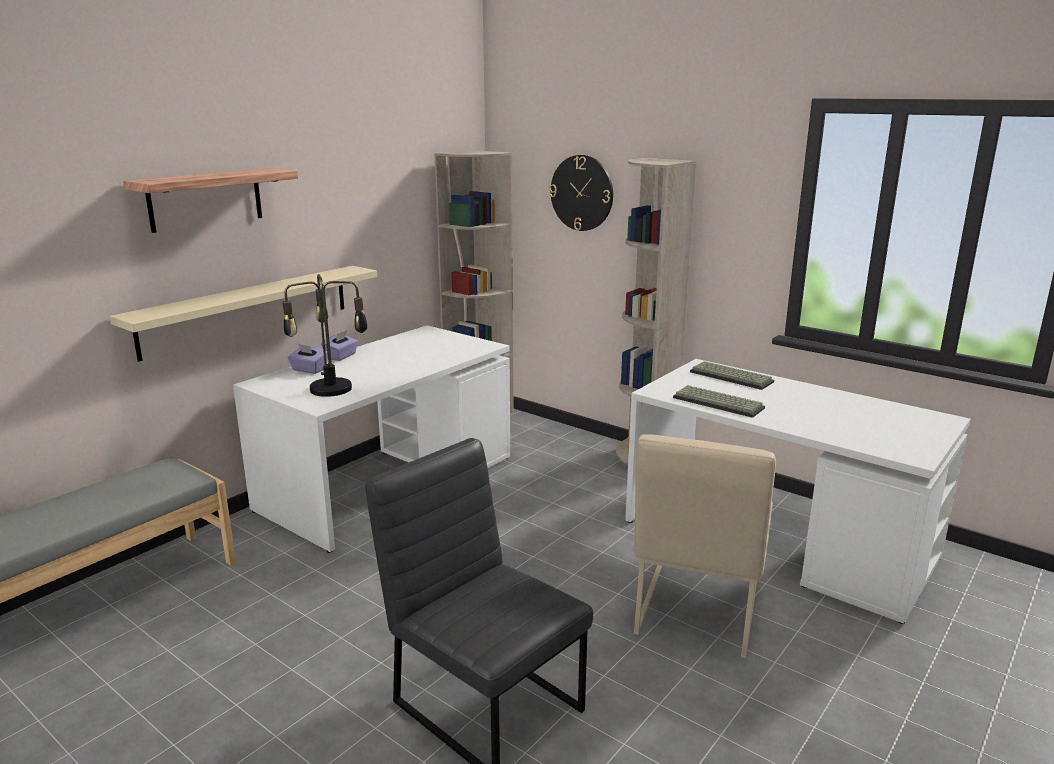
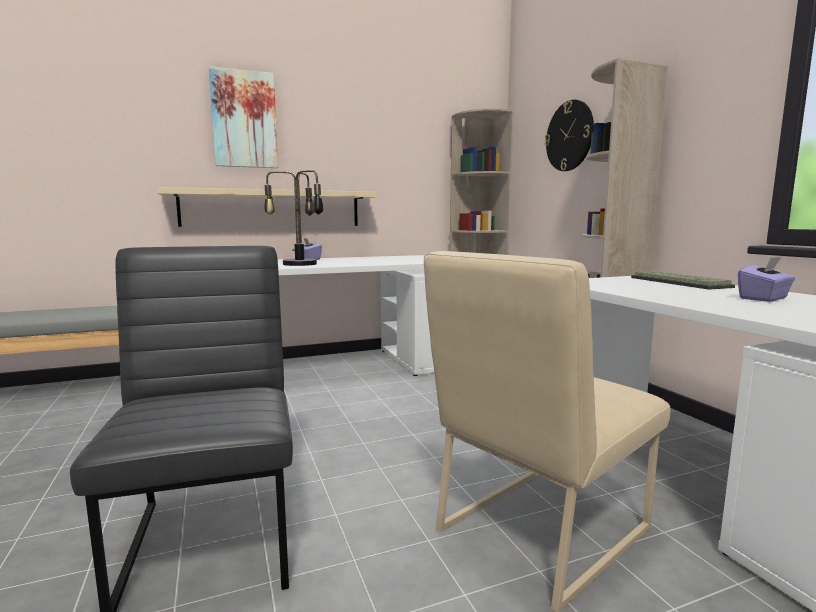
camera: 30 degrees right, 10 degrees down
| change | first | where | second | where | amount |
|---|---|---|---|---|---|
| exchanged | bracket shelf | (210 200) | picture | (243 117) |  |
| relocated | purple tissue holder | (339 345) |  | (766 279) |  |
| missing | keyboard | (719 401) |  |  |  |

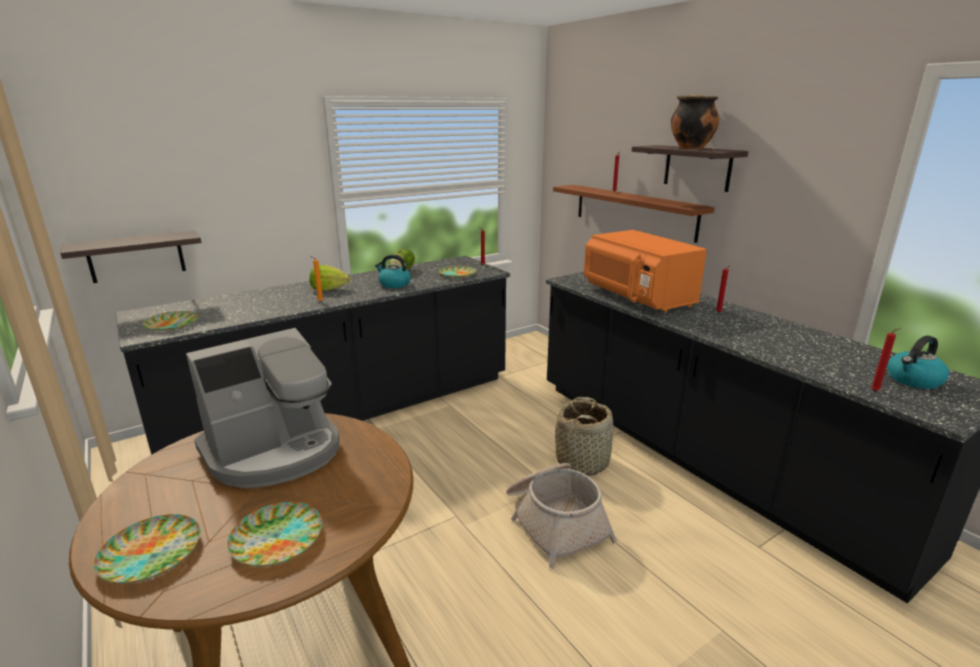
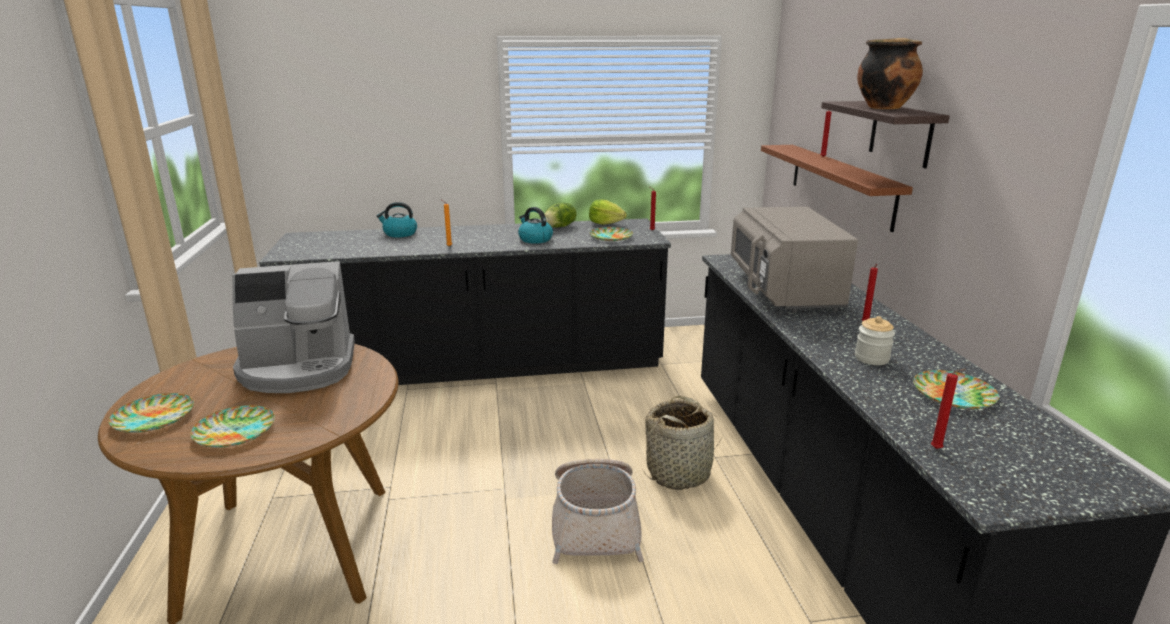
camera: 25 degrees right, 0 degrees up
| change | first | where | second | where | amount |
|---|---|---|---|---|---|
| relocated | kettle | (918 362) |  | (396 220) |  |
| relocated | lettuce | (329 278) |  | (608 212) |  |
| colour | orange microwave oven | (645 271) | gray microwave oven | (794 260) |  |
| appeared |  |  | jar | (875 340) |  |
| relocated | flat dish | (170 321) |  | (956 389) |  |
| missing | bracket shelf | (131 256) |  |  |  |

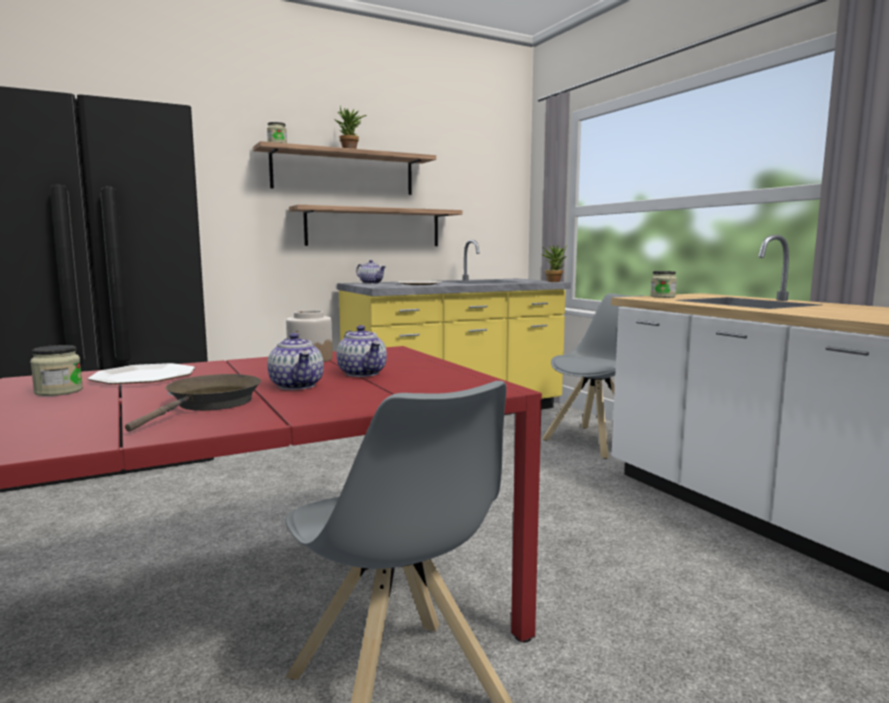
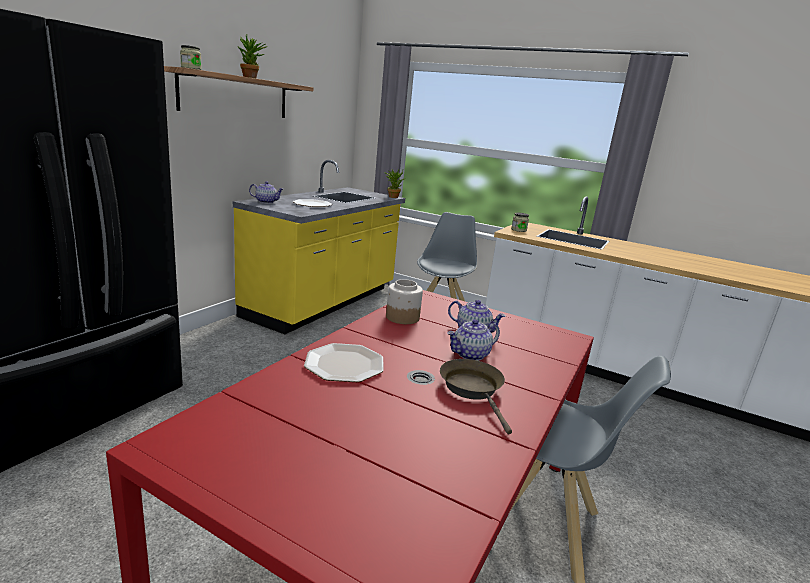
camera: 35 degrees left, 10 degrees up
| change | first | where | second | where | amount |
|---|---|---|---|---|---|
| spun | pot for tea | (295 361) |  | (473 340) | 120 degrees clockwise |
| missing | jar | (56 370) |  |  |  |
| missing | bracket shelf | (376 225) |  |  |  |

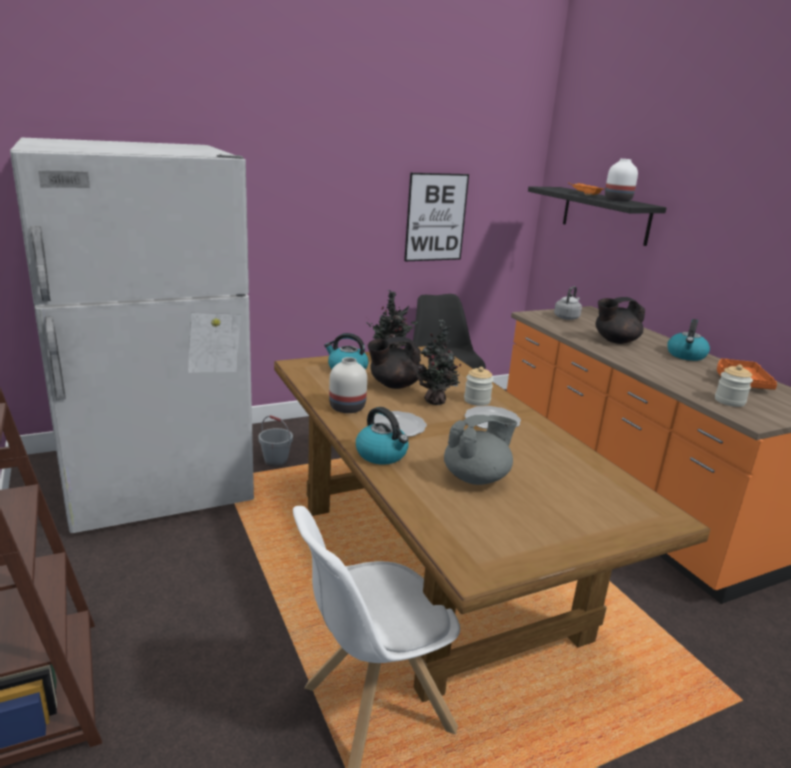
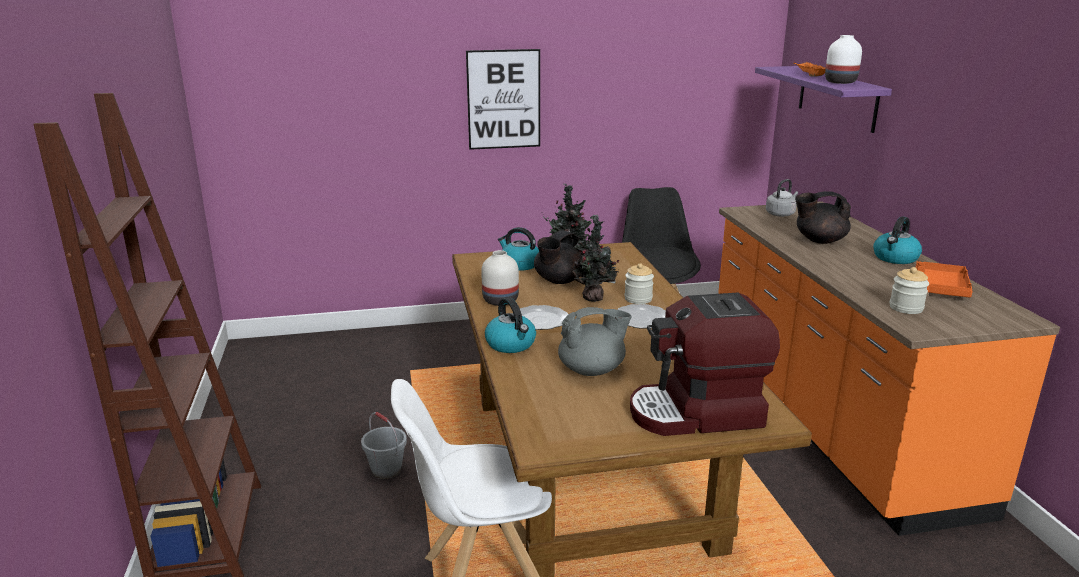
camera: 15 degrees right, 0 degrees up
| change | first | where | second | where | amount |
|---|---|---|---|---|---|
| relocated | gray water bucket | (275 441) |  | (384 445) |  |
| relocated | picture | (436 217) |  | (503 99) |  |
| spun | black-coloured pot for tea | (394 363) |  | (557 257) | 45 degrees counterclockwise |
| appeared |  |  | coffee brewer | (705 364) |  |
| colour | black-coloured bracket shelf | (597 216) | purple bracket shelf | (823 99) |  |
| missing | whitish kitchen fridge | (132 335) |  |  |  |

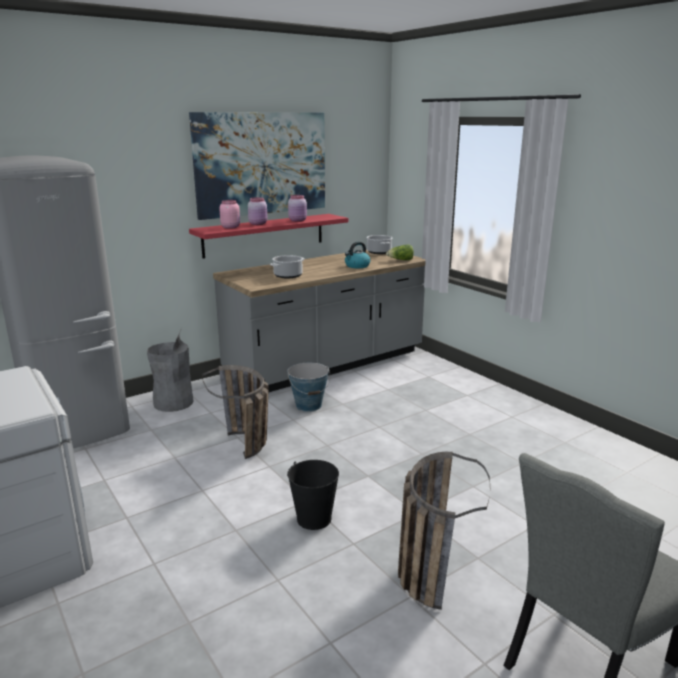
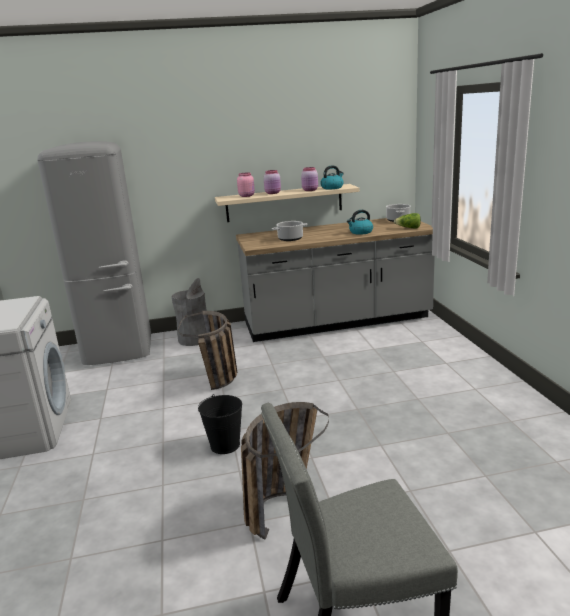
camera: 25 degrees right, 0 degrees up
| change | first | where | second | where | amount |
|---|---|---|---|---|---|
| colour | red-coloured bracket shelf | (268 236) | beige-coloured bracket shelf | (287 203) |  |
| appeared |  |  | kettle | (332 177) |  |
| missing | picture | (257 166) |  |  |  |
| missing | water bucket | (308 387) |  |  |  |

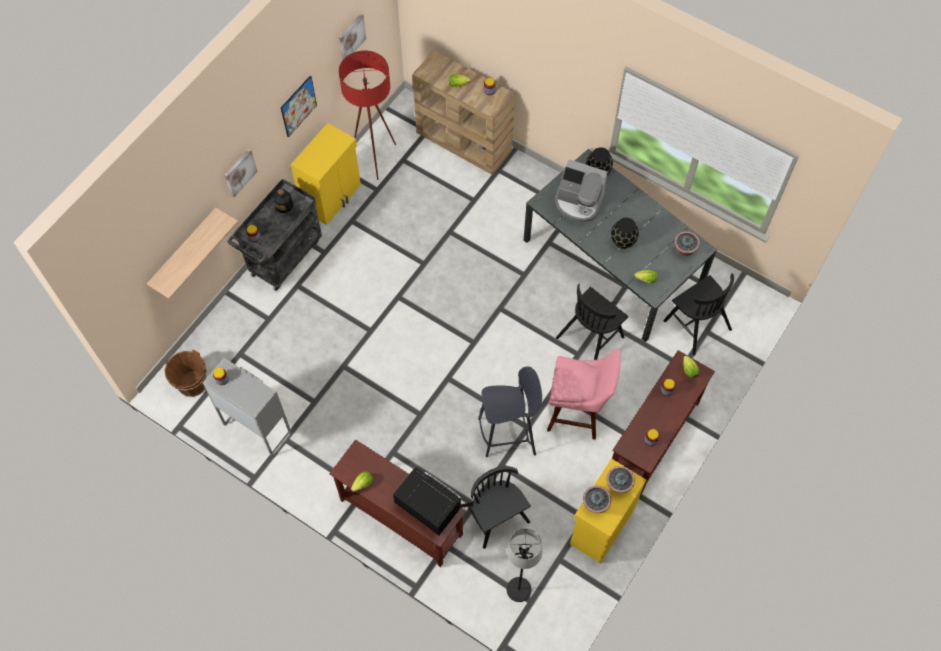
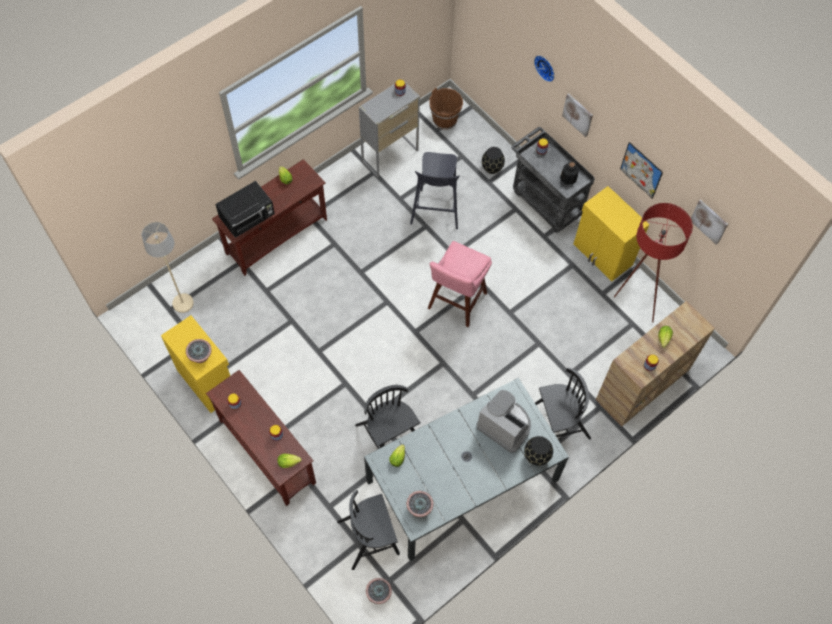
camera: 105 degrees right, 0 degrees up
| change | first | where | second | where | amount |
|---|---|---|---|---|---|
| colour | black-coloured standing lamp | (524 565) | beige-coloured standing lamp | (168 267) |  |
| relocated | potted plant | (597 499) |  | (379 591) |  |
| relocated | gray stool seat | (510 411) |  | (435 190) |  |
| relocated | pink-coloured stool seat | (583 394) |  | (460 284) |  |
| spun | coffee brewer | (581 190) |  | (503 421) | 90 degrees clockwise |
| relocated | black-coloured vase | (625 233) |  | (493 160) |  |
| appeared |  |  | wall clock | (544 68) |  |
| relocated | black-coloured upright chair | (496 507) |  | (563 404) |  |
| missing | bracket shelf | (192 253) |  |  |  |

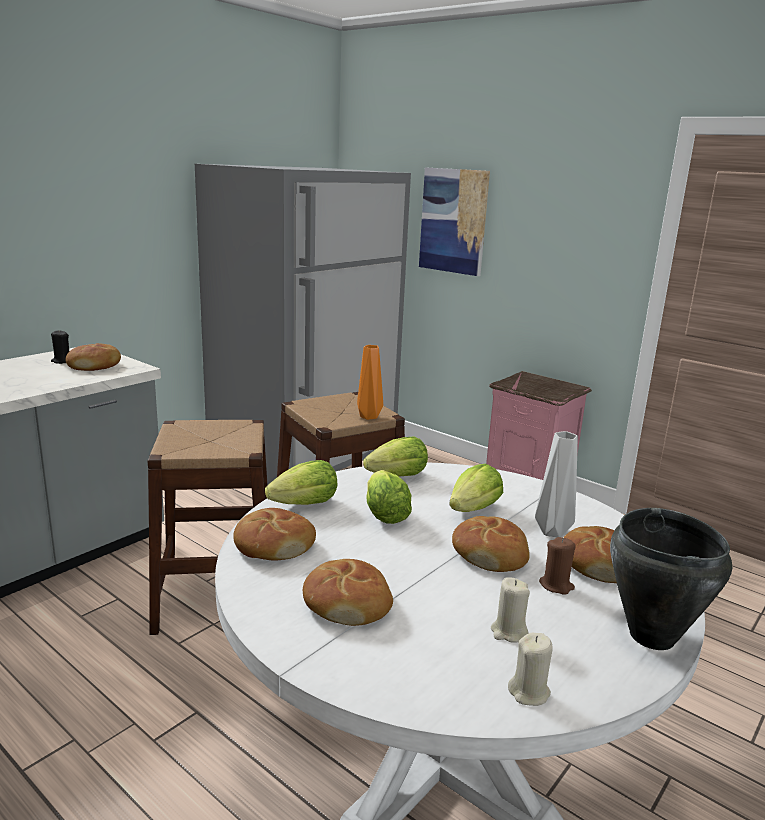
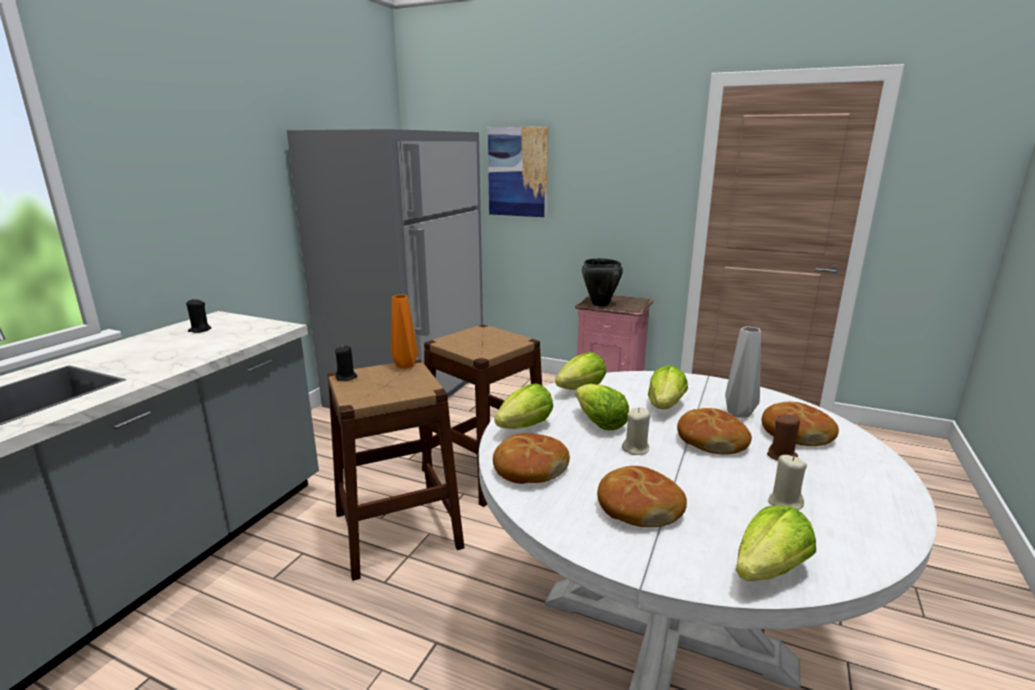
camera: 15 degrees left, 0 degrees up
| change | first | where | second | where | amount |
|---|---|---|---|---|---|
| appeared |  |  | black-coloured wax candle | (346 363) |  |
| relocated | orange vase | (370 382) |  | (404 332) |  |
| relocated | black-coloured stockpot | (671 579) |  | (602 282) |  |
| relocated | beige-coloured wax candle | (530 669) |  | (636 431) |  |
| appeared |  |  | lettuce | (776 543) |  |
| missing | bread | (93 357) |  |  |  |

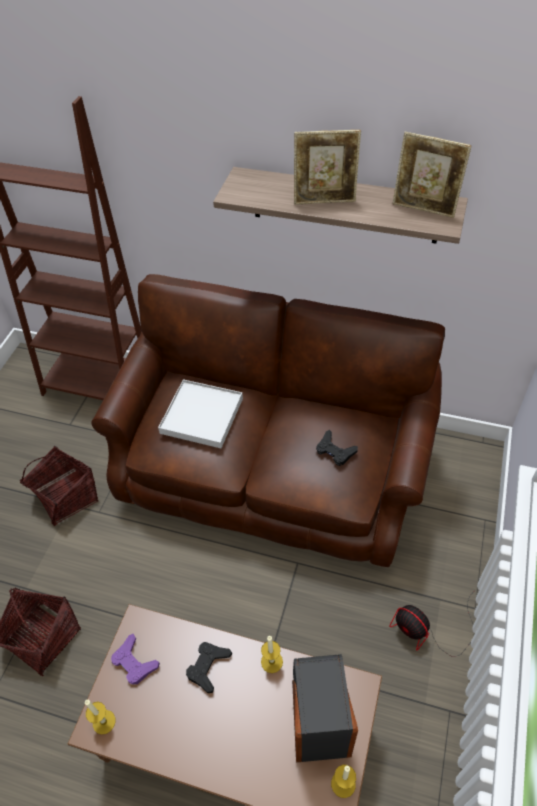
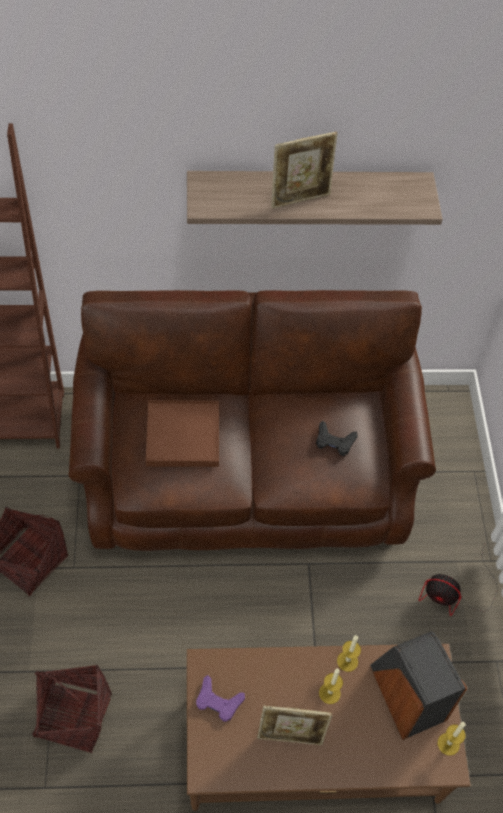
camera: 25 degrees left, 5 degrees up
| change | first | where | second | where | amount |
|---|---|---|---|---|---|
| colour | whitish tray | (200 413) | brown tray | (182 433) |  |
| relocated | standing frame | (432 175) |  | (295 725) |  |
| relocated | wax candle | (100 717) |  | (331 686) |  |
| missing | black-coloured game controller | (209 667) |  |  |  |

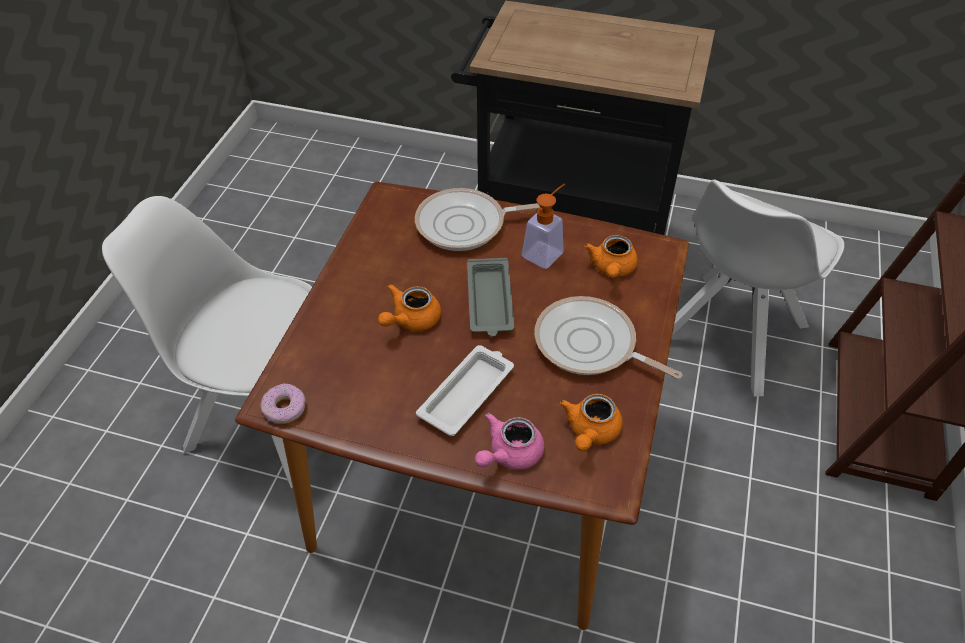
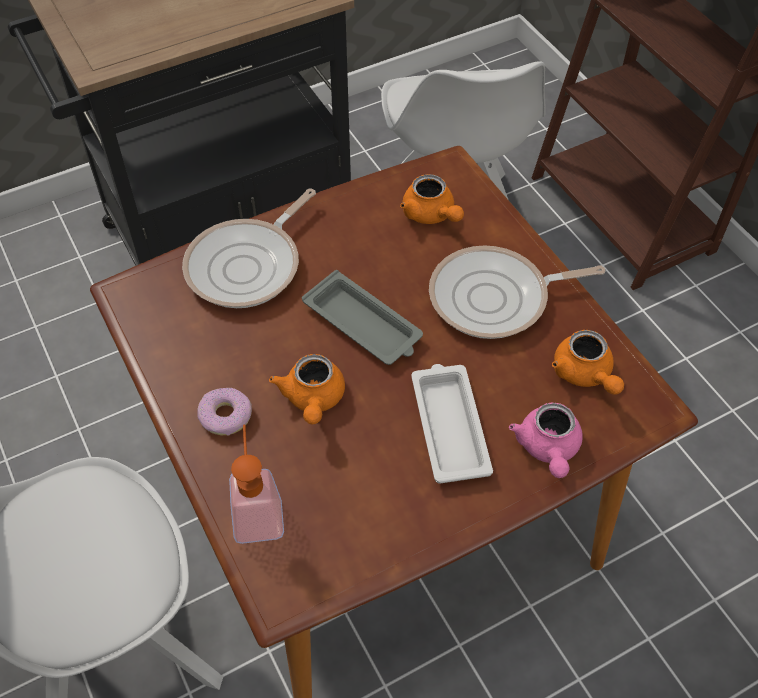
camera: 45 degrees left, 5 degrees up
| change | first | where | second | where | amount |
|---|---|---|---|---|---|
| relocated | ring doughnut | (283 403) |  | (224 412) |  |
| relocated | soap dispenser | (543 226) |  | (256 484) |  |

